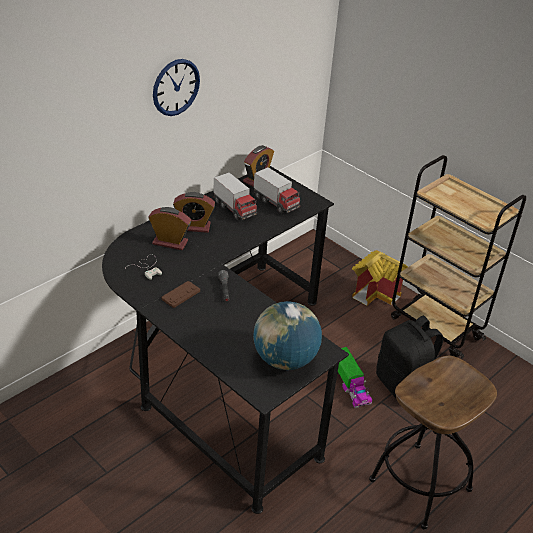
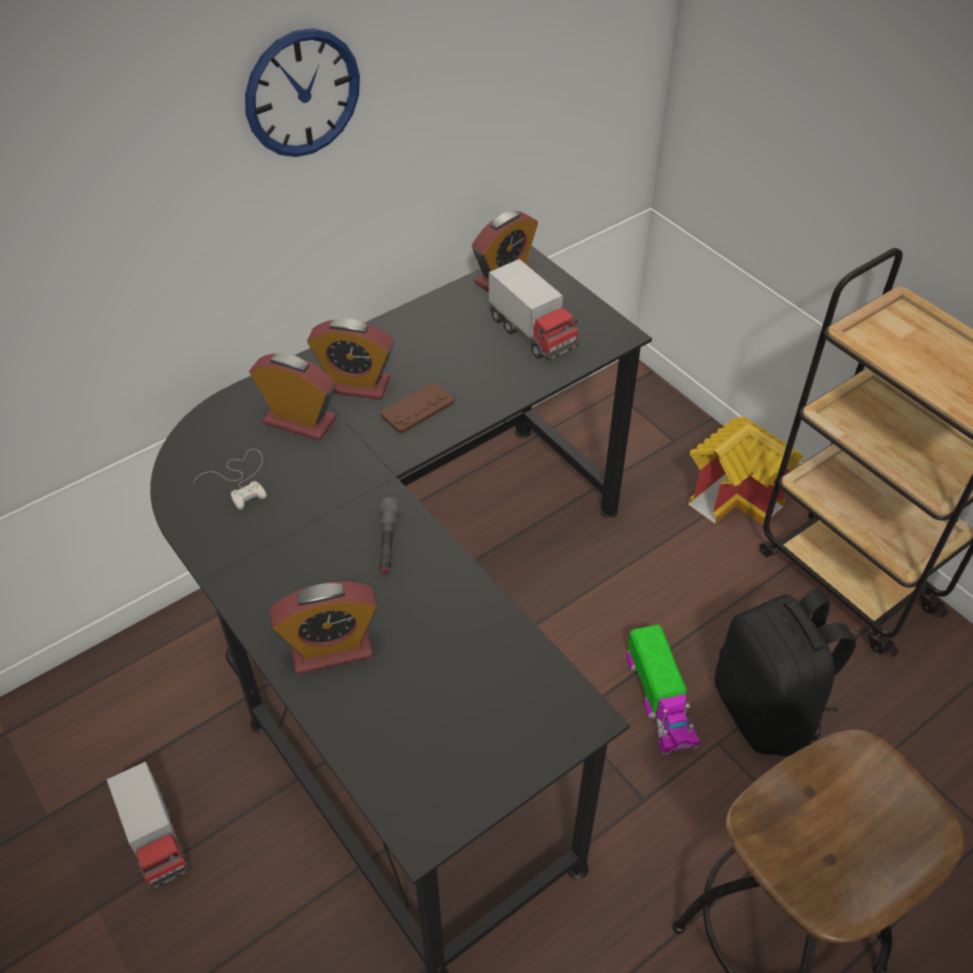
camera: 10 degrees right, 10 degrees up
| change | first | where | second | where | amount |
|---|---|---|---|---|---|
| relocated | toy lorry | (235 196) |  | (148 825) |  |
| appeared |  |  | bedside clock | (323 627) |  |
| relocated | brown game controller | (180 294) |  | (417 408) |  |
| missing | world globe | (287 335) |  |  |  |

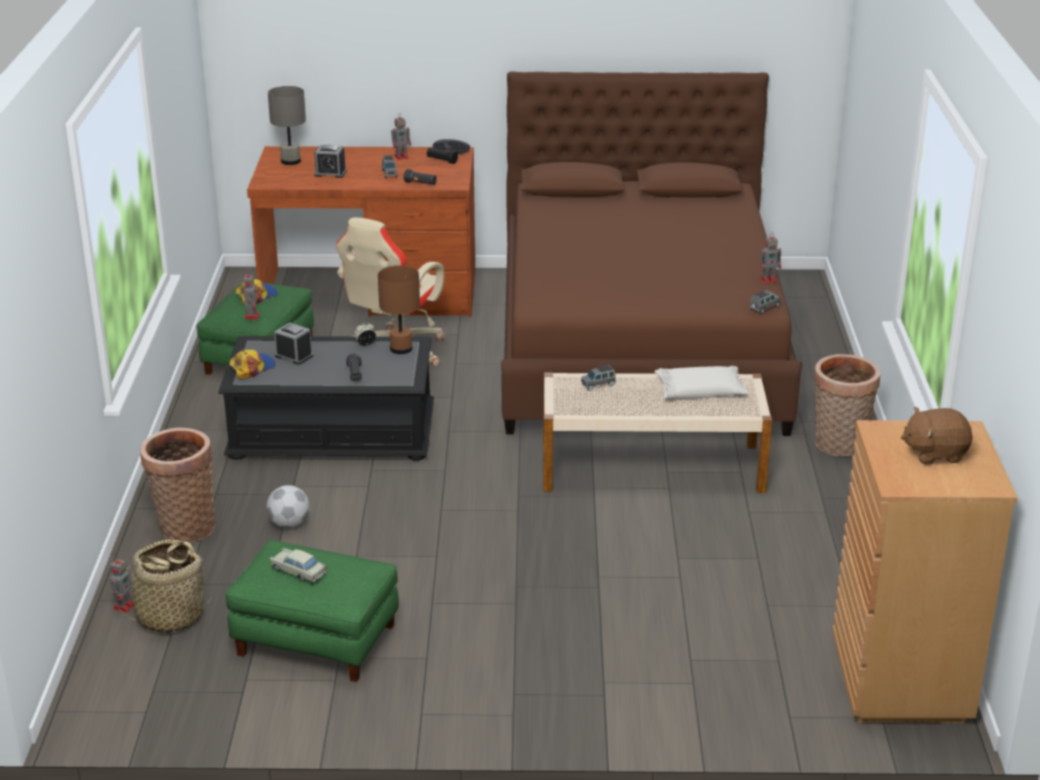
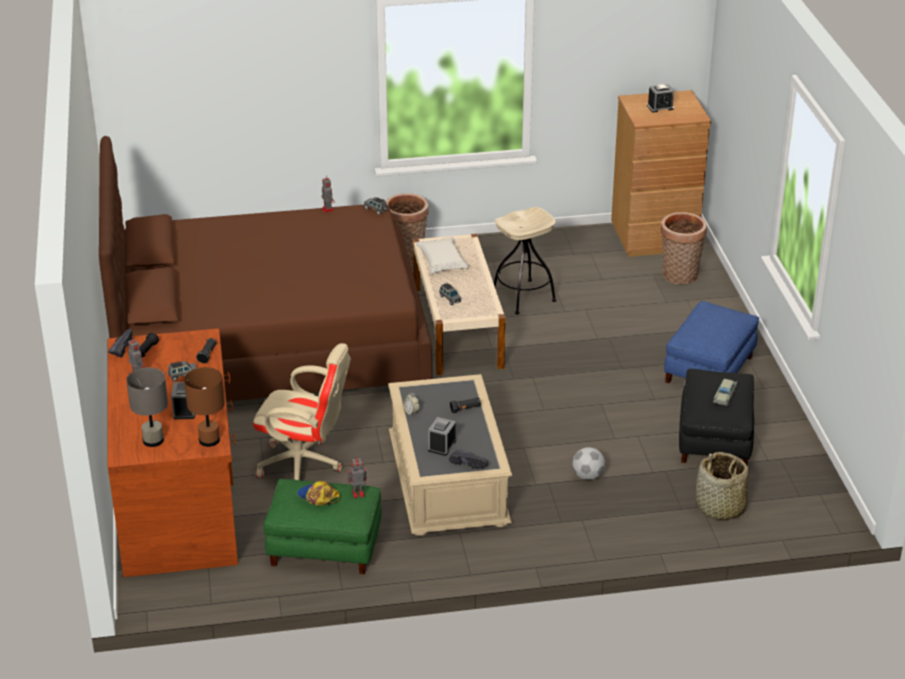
camera: 100 degrees left, 5 degrees up
| change | first | where | second | where | amount |
|---|---|---|---|---|---|
| relocated | brown lamp for a table | (399 309) |  | (204 407) |  |
| colour | black-coloured low table | (326 398) | beige-coloured low table | (450 455) |  |
| exchanged | cap | (252 364) | black-coloured shoe | (468 459) |  |
| appeared |  |  | beige-coloured stool seat | (525 261) |  |
| exchanged | brown plush toy | (937 435) | bedside clock | (660 98) |  |
| relocated | storage basket | (177 485) |  | (684 248) |  |
| appeared |  |  | bluish ottoman | (711 342) |  |
| colour | green-coloured ottoman | (312 611) | black-coloured ottoman | (716 416) |  |
| missing | robot figure | (121 584) |  |  |  |

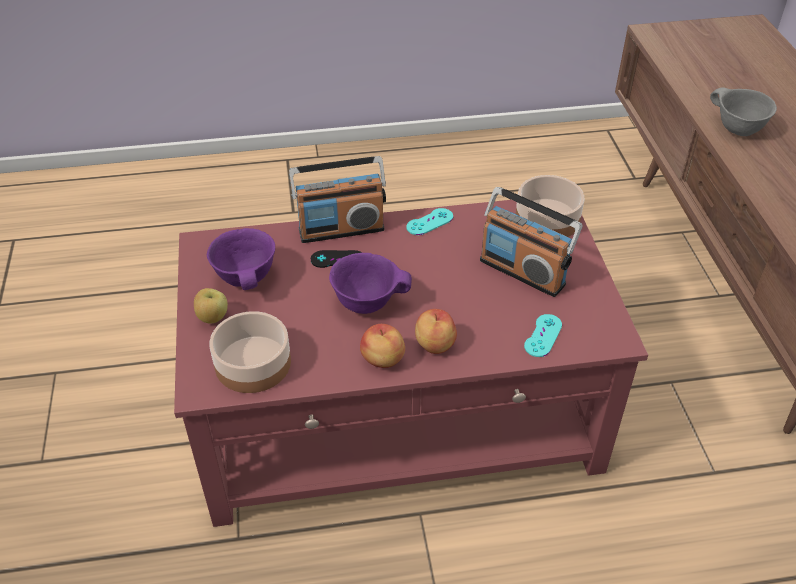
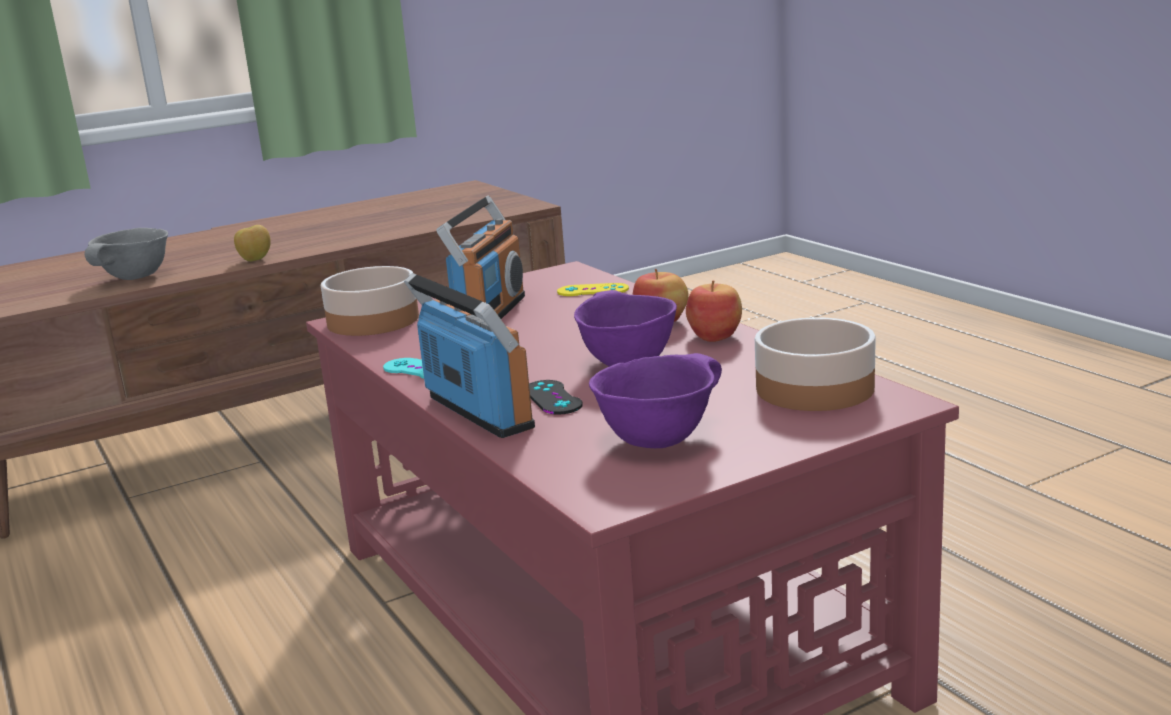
camera: 110 degrees left, 25 degrees down
| change | first | where | second | where | amount |
|---|---|---|---|---|---|
| relocated | whole apple | (211 305) |  | (252 243) |  |
| colour | turquoise game controller | (543 335) | yellow game controller | (593 289) |  |

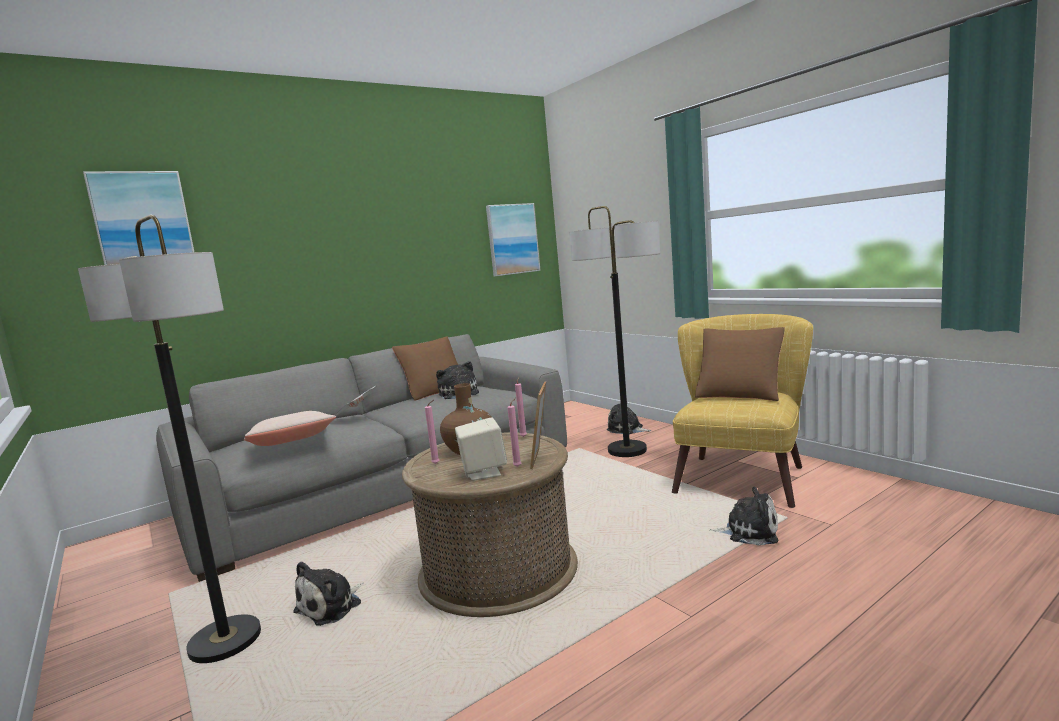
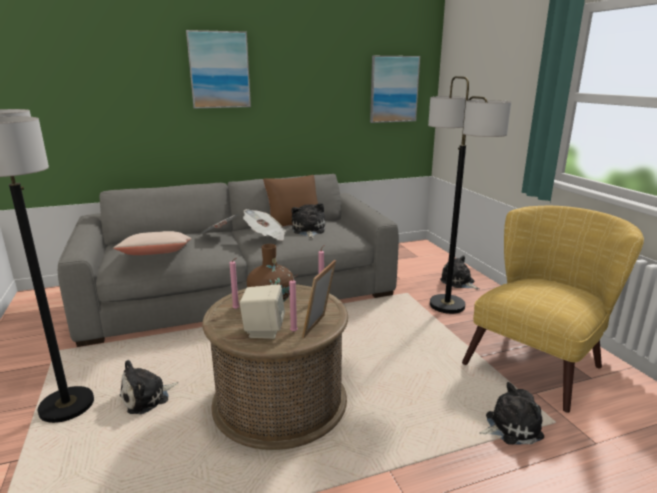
camera: 15 degrees right, 10 degrees up
| change | first | where | second | where | amount |
|---|---|---|---|---|---|
| relocated | picture | (138 218) |  | (218 69) |  |
| appeared |  |  | printed paper | (264 224) |  |
| spun | plush toy | (743 516) |  | (512 413) | 45 degrees counterclockwise |
| missing | brown pillow | (740 364) |  |  |  |

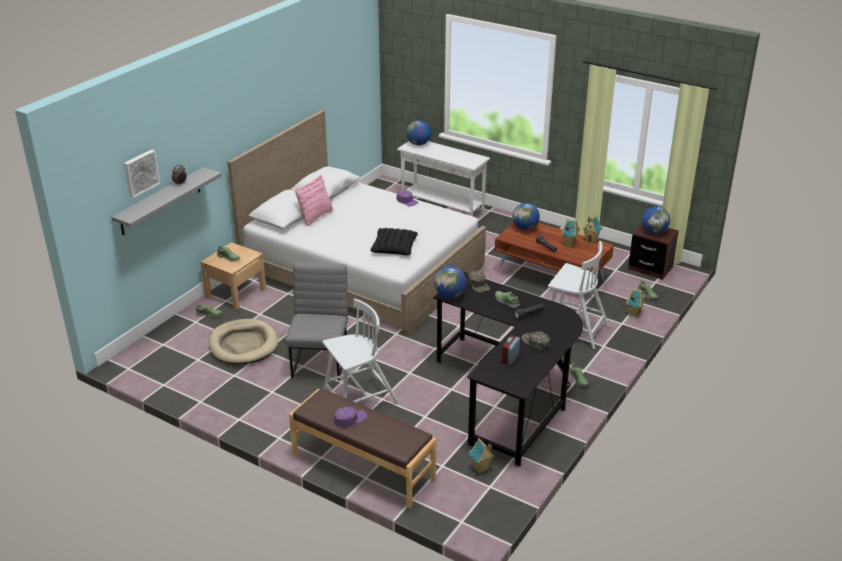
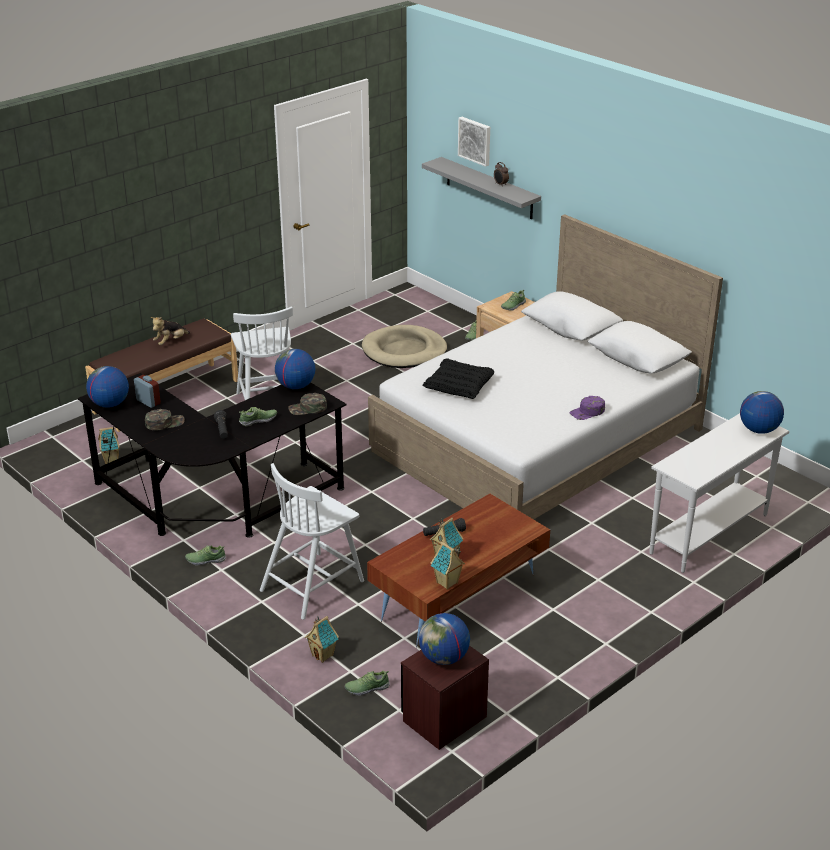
camera: 105 degrees right, 0 degrees up
| change | first | where | second | where | amount |
|---|---|---|---|---|---|
| relocated | world globe | (526 216) |  | (107 387) |  |
| exchanged | purple cap | (350 417) | plush toy | (170 331) |  |
| missing | gray upright chair | (316 321) |  |  |  |
| missing | pink-coloured pillow | (314 200) |  |  |  |

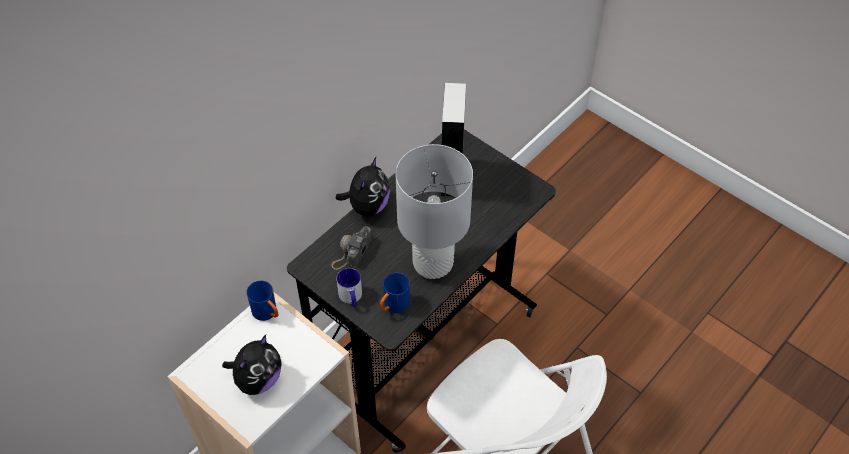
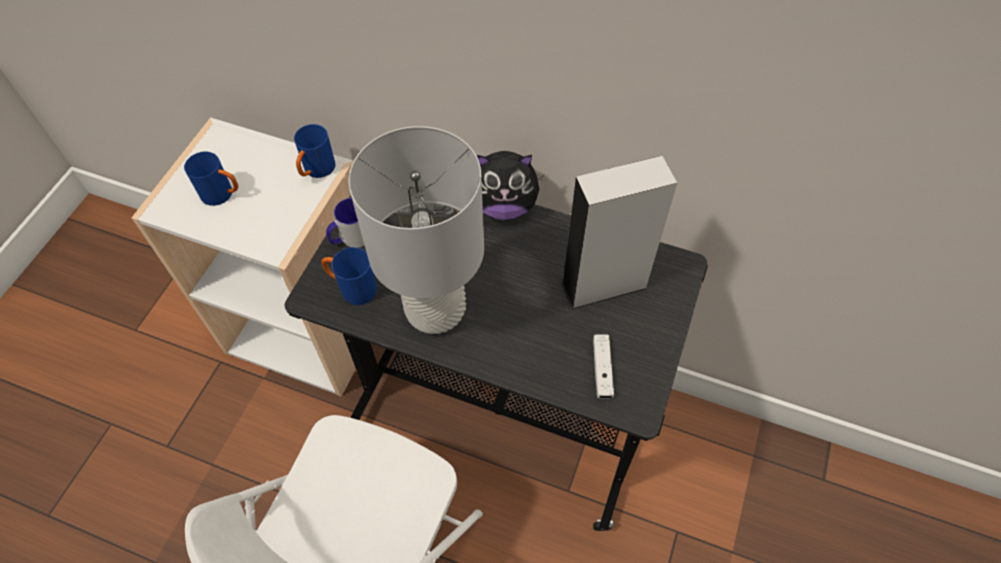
camera: 70 degrees right, 5 degrees up
| change | first | where | second | where | amount |
|---|---|---|---|---|---|
| exchanged | plush toy | (252 365) | bluish tea mug | (211 178) |  |
| appeared |  |  | whitish game controller | (603 366) |  |

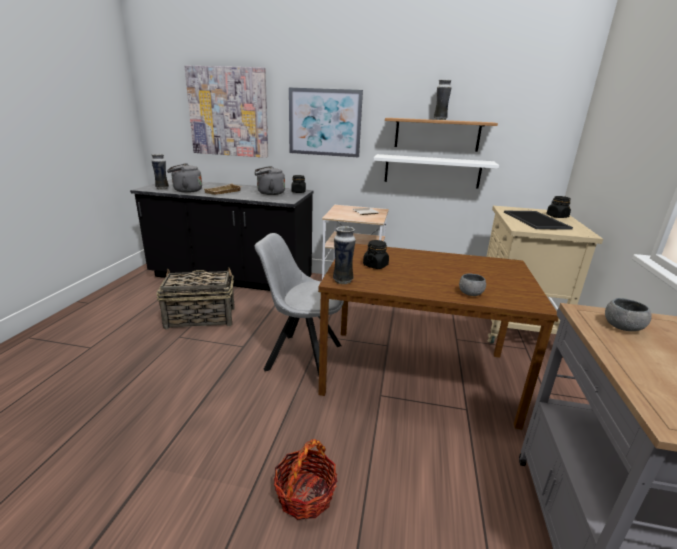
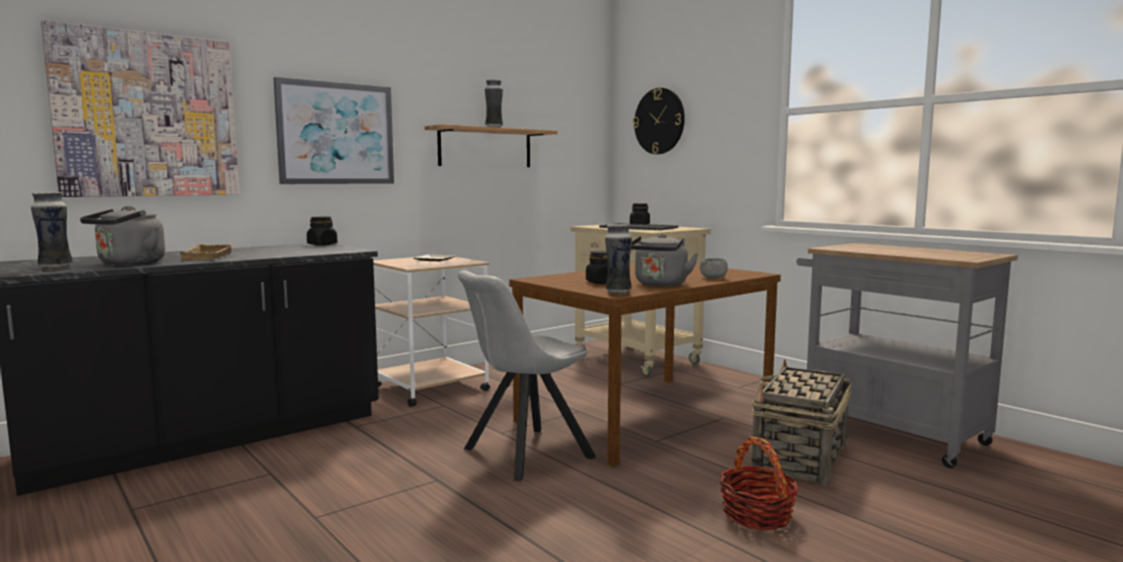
camera: 50 degrees left, 15 degrees down
| change | first | where | second | where | amount |
|---|---|---|---|---|---|
| relocated | gray kettle | (270 180) |  | (664 259) |  |
| appeared |  |  | wall clock | (659 121) |  |
| relocated | storage basket | (195 298) |  | (802 423) |  |
| missing | whitish bracket shelf | (436 171) |  |  |  |
| missing | gray bowl | (628 314) |  |  |  |

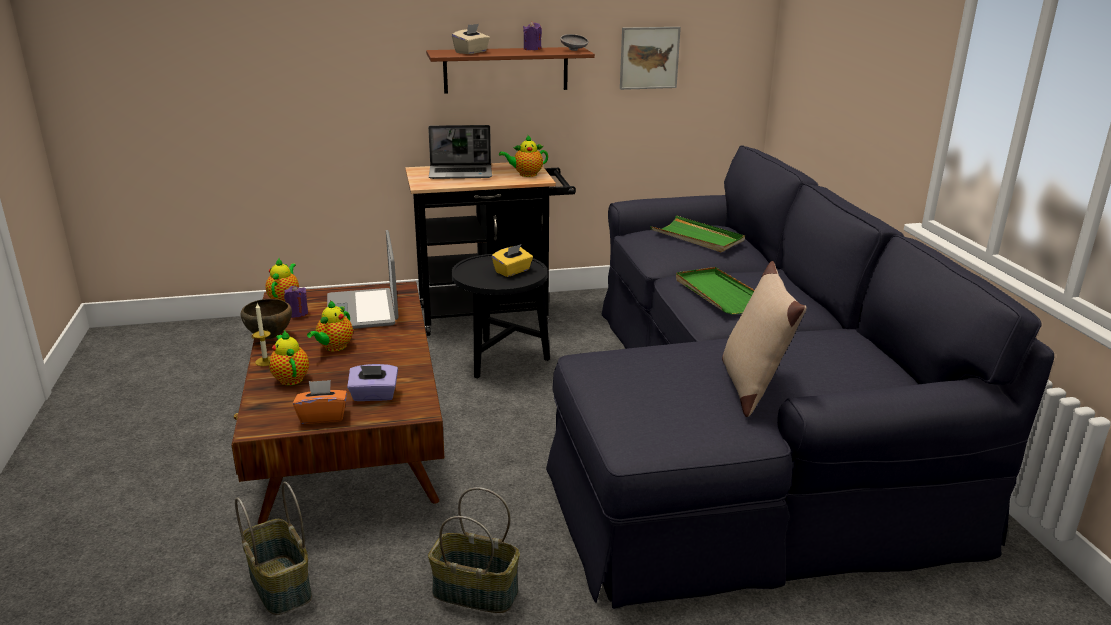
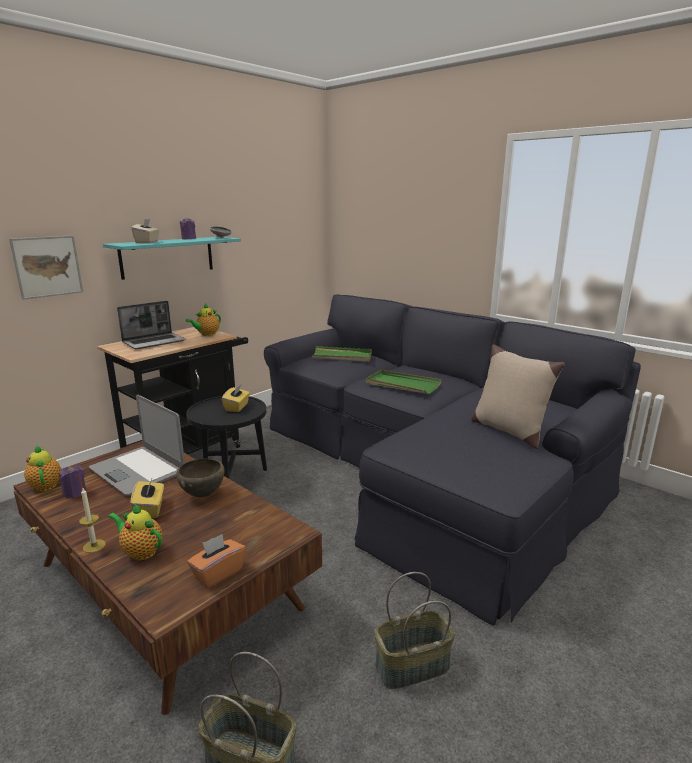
camera: 35 degrees left, 5 degrees down
| change | first | where | second | where | amount |
|---|---|---|---|---|---|
| relocated | picture | (650 58) |  | (46 268) |  |
| colour | brown bracket shelf | (510 70) | turquoise bracket shelf | (172 258) |  |
| exchanged | pot for tea | (330 325) | yellow tissue holder | (147 497) |  |
| relocated | brown bowl | (266 319) |  | (200 478) |  |
| missing | purple tissue holder | (372 382) |  |  |  |

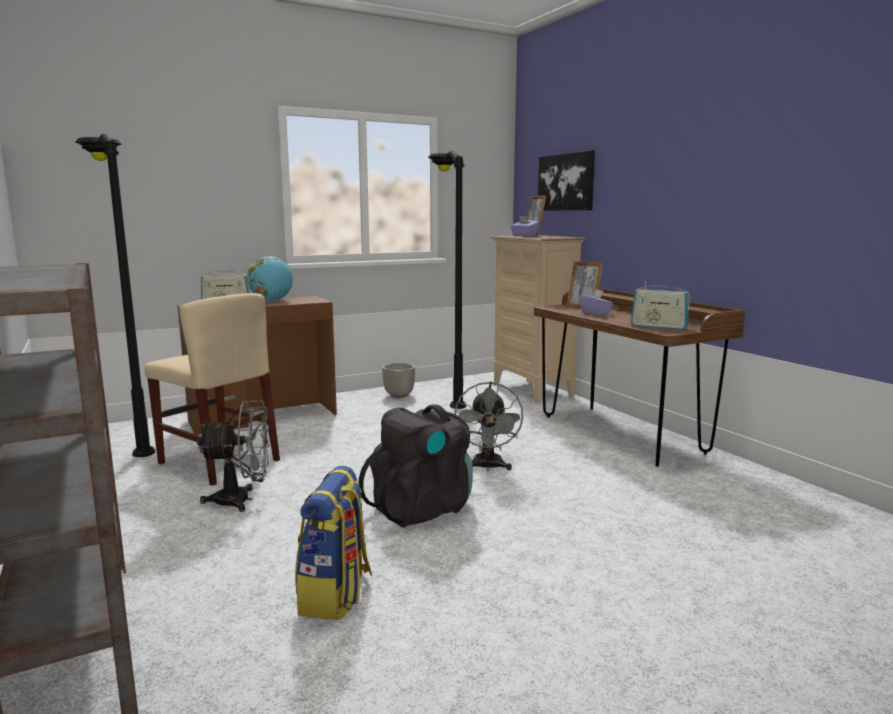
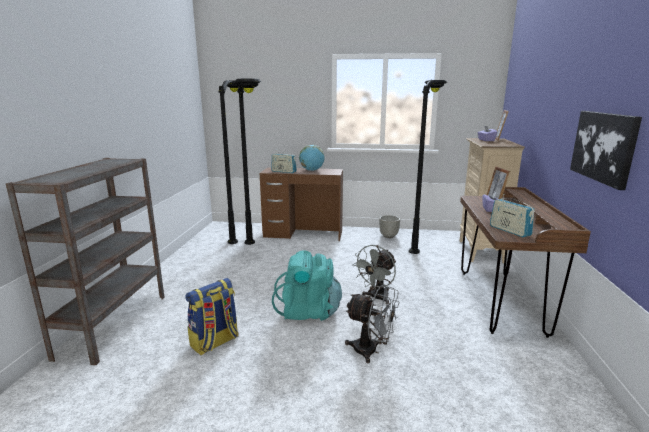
camera: 35 degrees right, 5 degrees up
| change | first | where | second | where | amount |
|---|---|---|---|---|---|
| exchanged | beige-coloured upright chair | (212 389) | black-coloured standing lamp | (248 161) |  |
| colour | black-coloured backpack | (416 466) | turquoise backpack | (307 285) |  |
| relocated | gray fan | (233 456) |  | (372 324) |  |
| relocated | picture | (566 180) |  | (606 150) |  |

